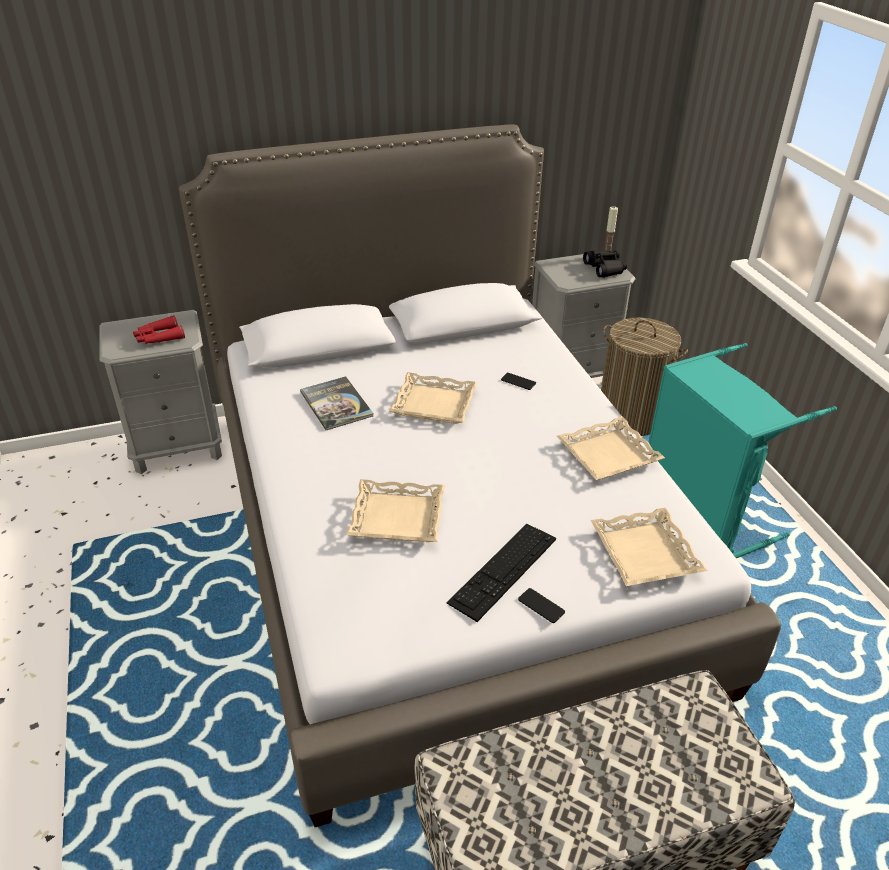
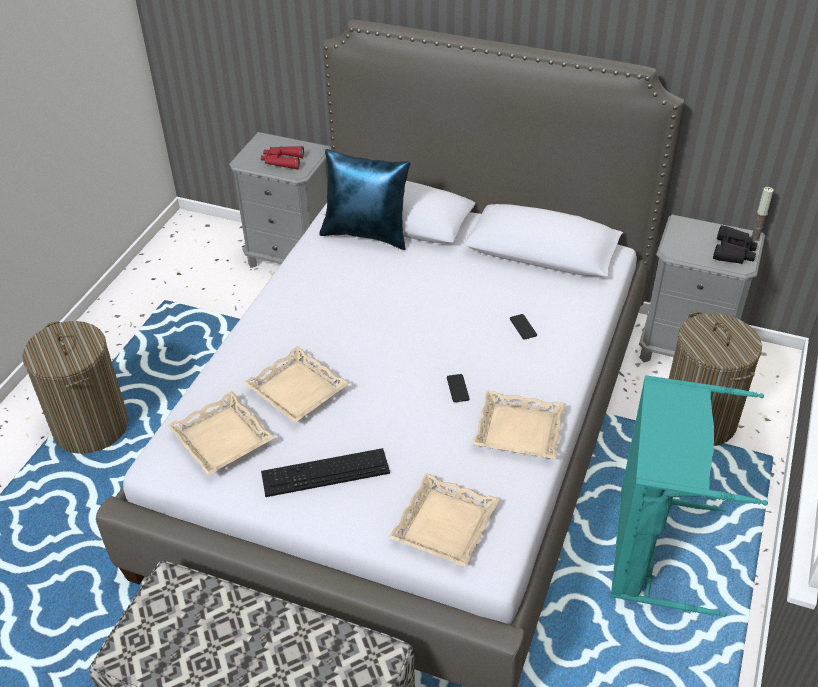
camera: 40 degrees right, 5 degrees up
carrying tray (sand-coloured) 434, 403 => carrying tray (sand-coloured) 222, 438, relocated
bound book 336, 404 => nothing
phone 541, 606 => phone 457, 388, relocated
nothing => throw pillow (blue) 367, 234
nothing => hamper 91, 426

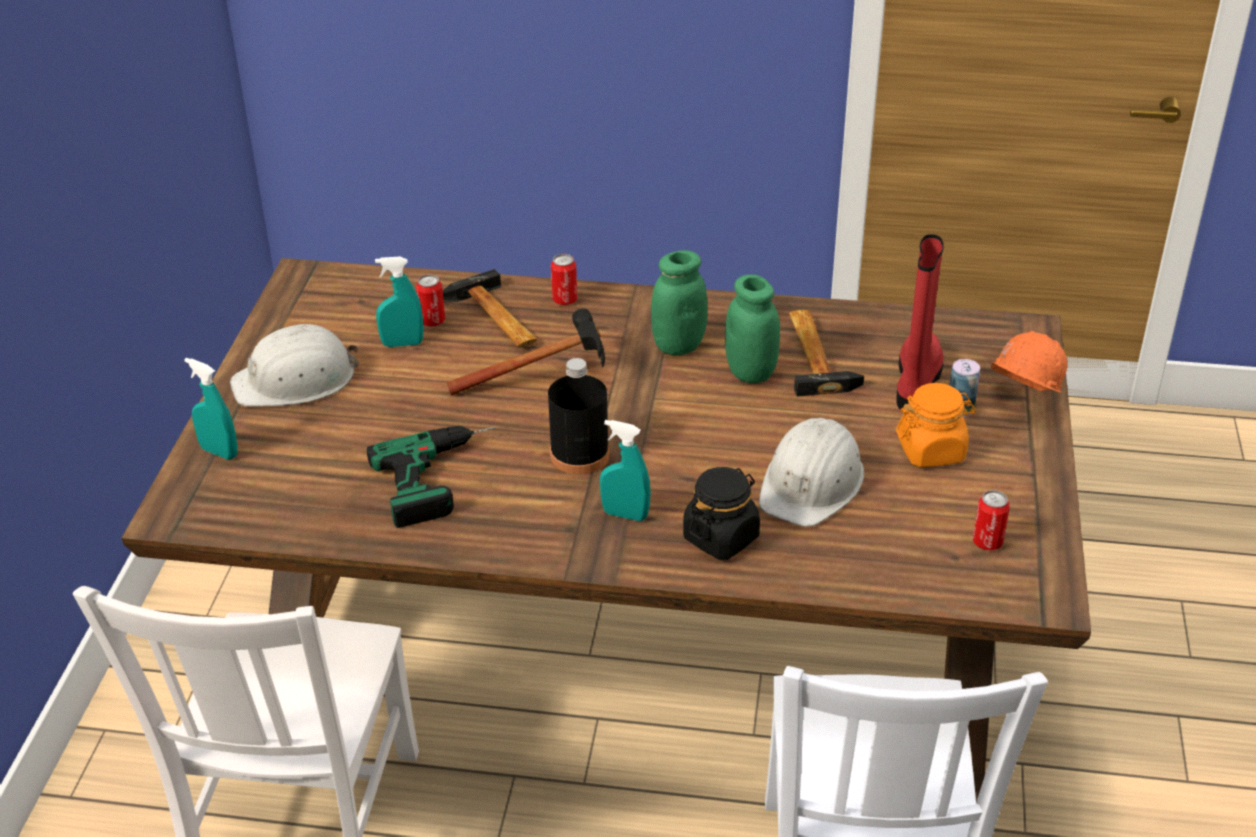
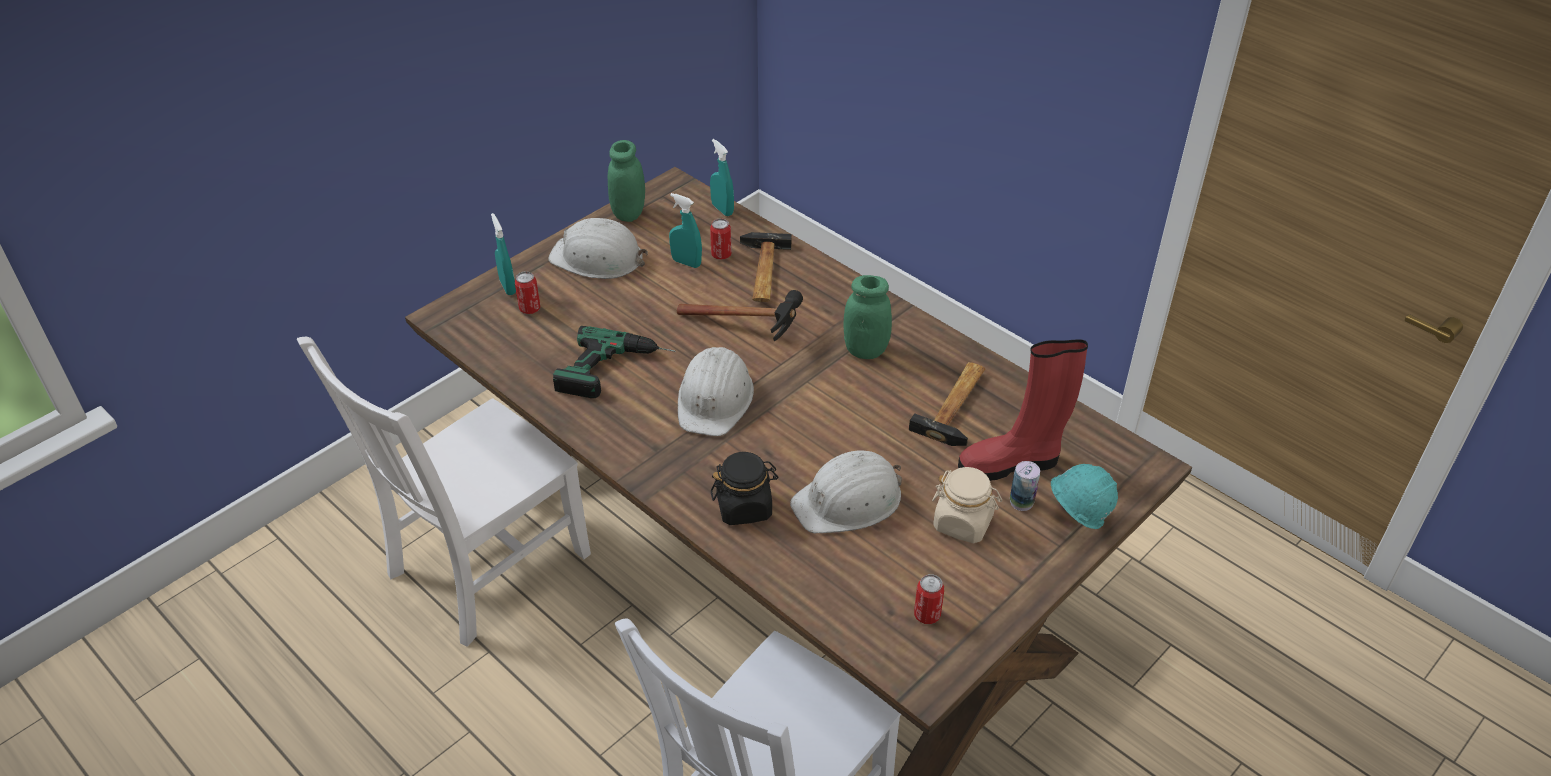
camera: 35 degrees right, 5 degrees up
tall boot (red) 916, 381 => tall boot (red) 1011, 463, 150 degrees counterclockwise
sealed can 564, 300 => sealed can 530, 309, relocated
jar (green-coloured) 750, 372 => jar (green-coloured) 628, 213, relocated
work helmet (orange) 1019, 403 => work helmet (blue-green) 1074, 521
beverage bottle (black) 579, 455 => work helmet (white) 715, 398
jar (orange) 931, 450 => jar (sand-coloured) 963, 523
sprayer (blue-green) 625, 514 => sprayer (blue-green) 722, 209, relocated

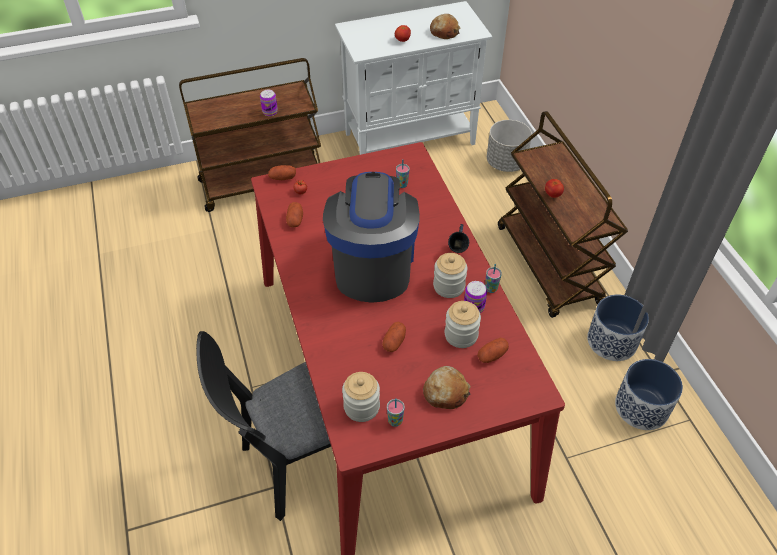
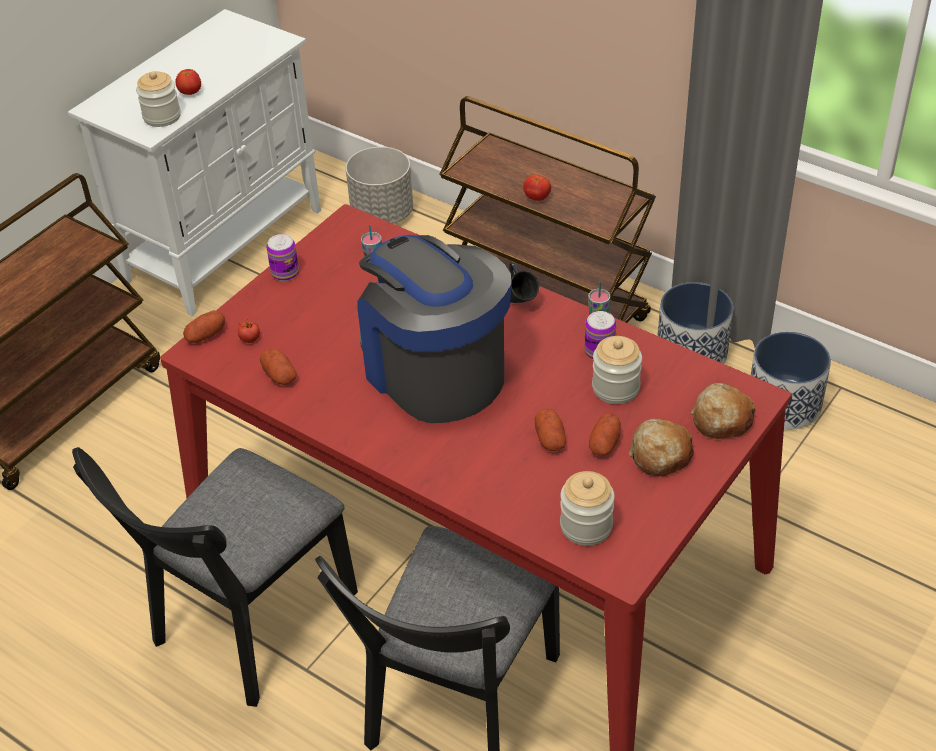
camera: 35 degrees left, 5 degrees down
baked bread 444, 32 => baked bread 721, 420, relocated
sealed can 270, 112 => sealed can 285, 273, relocated
jar 449, 286 => jar 162, 117, relocated
spud 492, 355 => spud 604, 444, relocated
small cup 395, 421 => nothing
nothing => plain chair (black) 245, 628

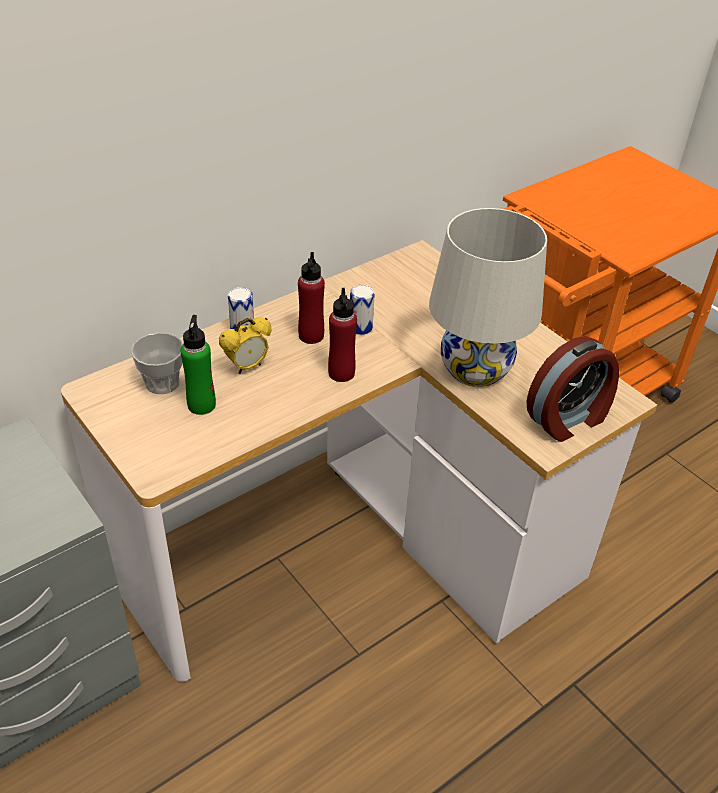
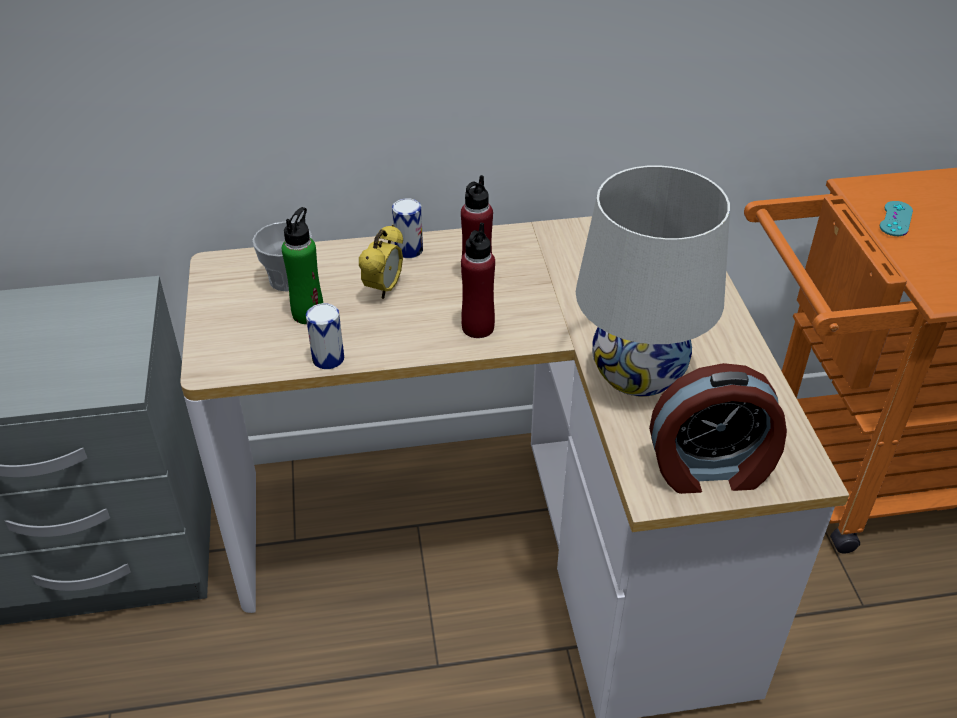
camera: 30 degrees right, 0 degrees up
sealed can 360, 327 => sealed can 328, 359, relocated
bedside clock 247, 367 => bedside clock 384, 289, 60 degrees counterclockwise
nothing => game controller (blue-green) 896, 219

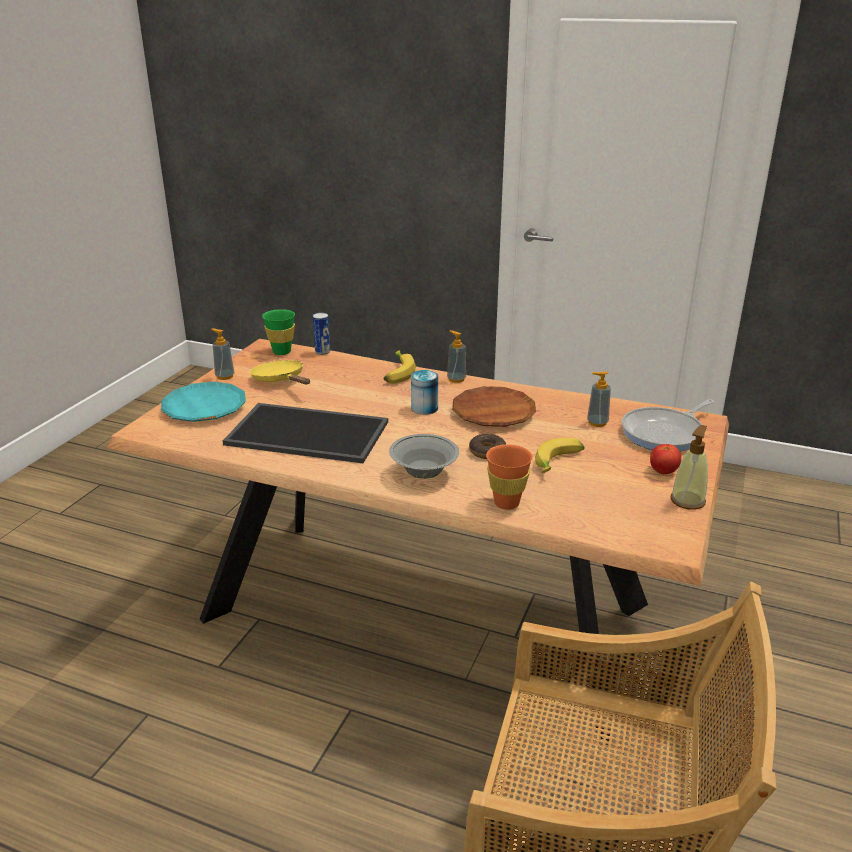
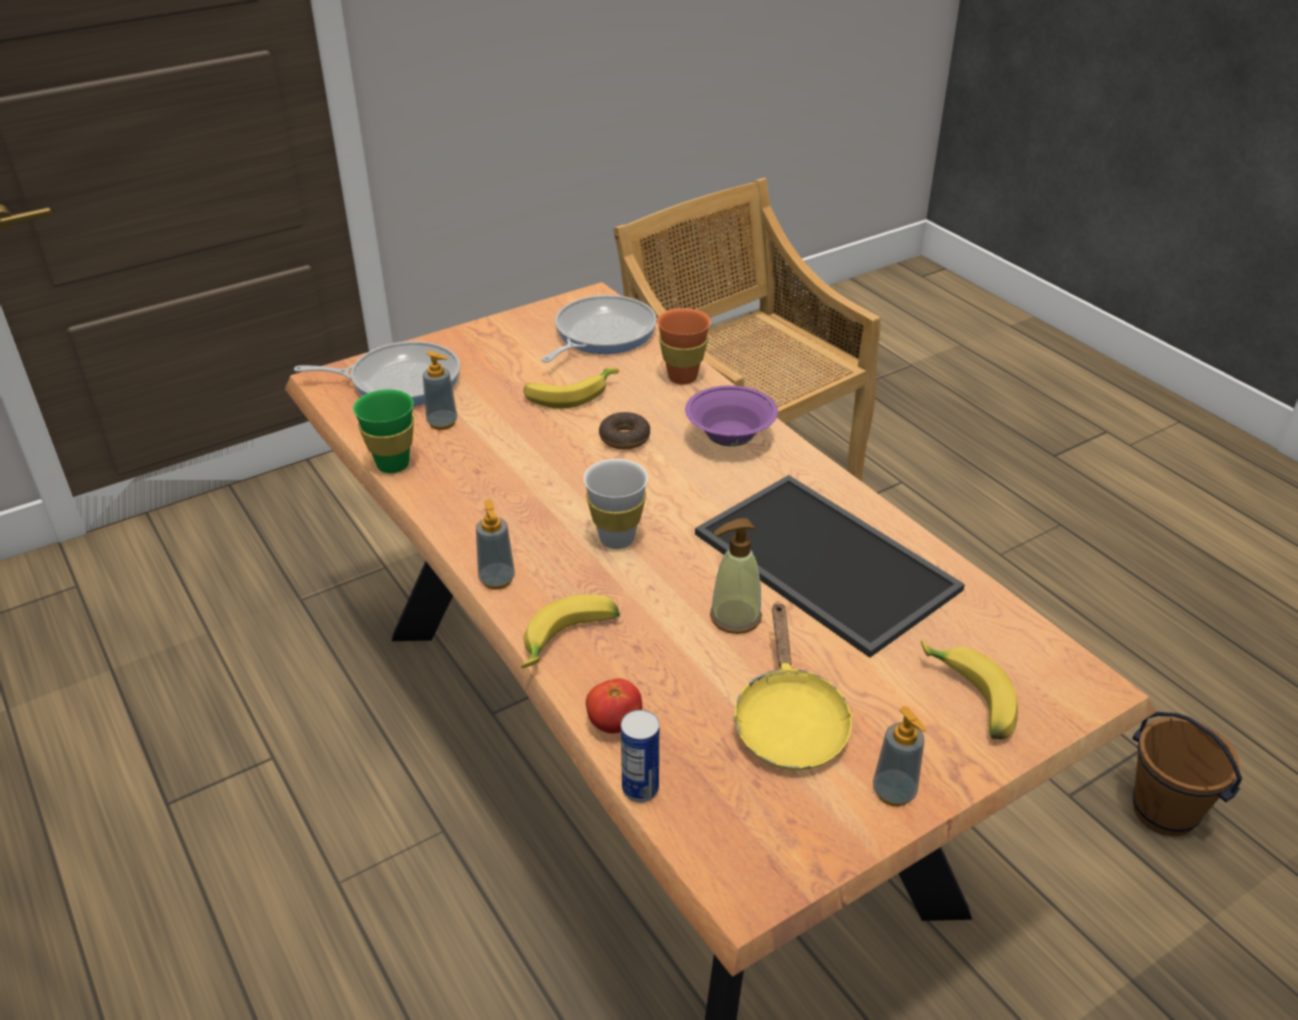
camera: 145 degrees left, 10 degrees up
small cup (green-coloured) 281, 352 => small cup (green-coloured) 393, 464, relocated
sealed can 424, 408 => small cup (white) 617, 539
flat dish (blue-green) 204, 407 => whole banana 967, 699
flat dish (brownish) 493, 412 => nothing
soap bottle 687, 500 => soap bottle 735, 617, relocated
bowl (greyish) 424, 474 => bowl (purplish) 730, 439
fresh tomato 663, 471 => fresh tomato 614, 723, relocated
nothing => frying pan 601, 334
nothing => water bucket (brownish) 1163, 812

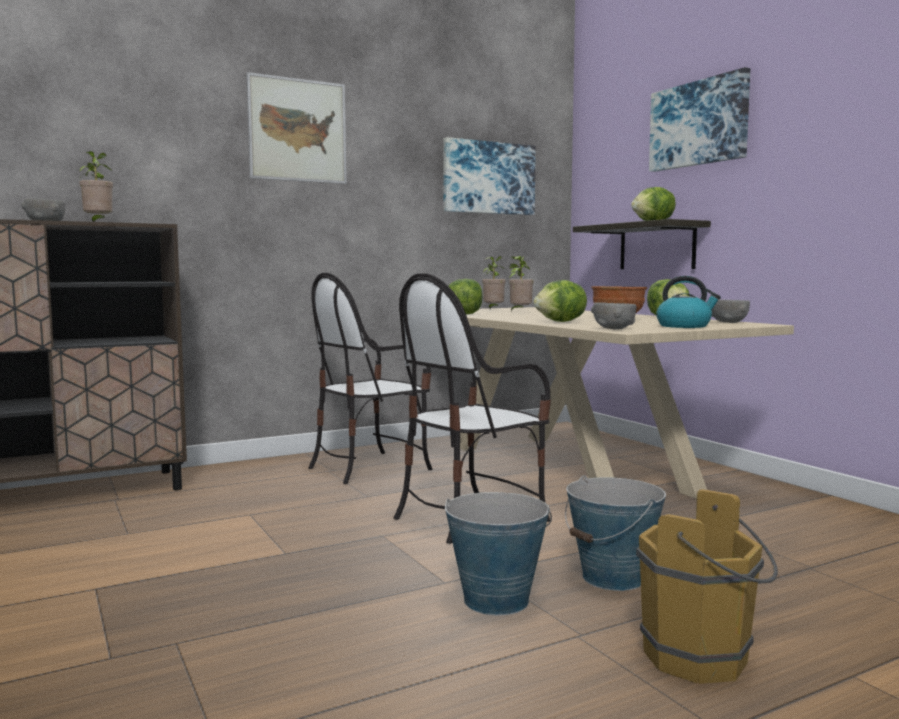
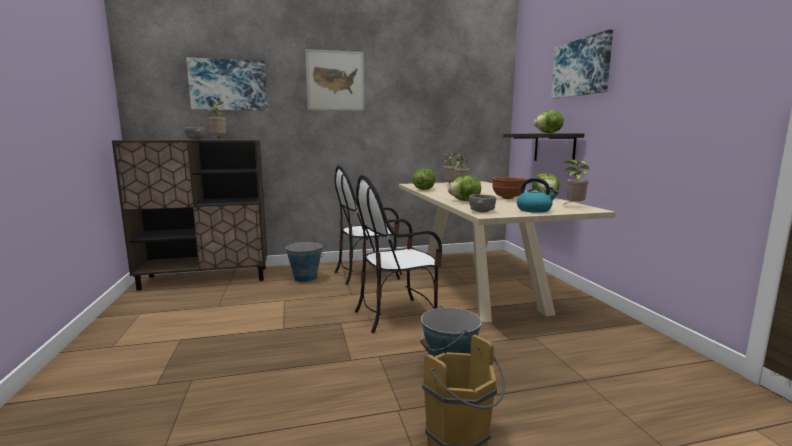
camera: 15 degrees right, 5 degrees up
wall art 488, 178 => wall art 228, 85, relocated
bowl (greyish) 728, 322 => potted plant 573, 206
water bucket 495, 600 => water bucket 305, 278, relocated

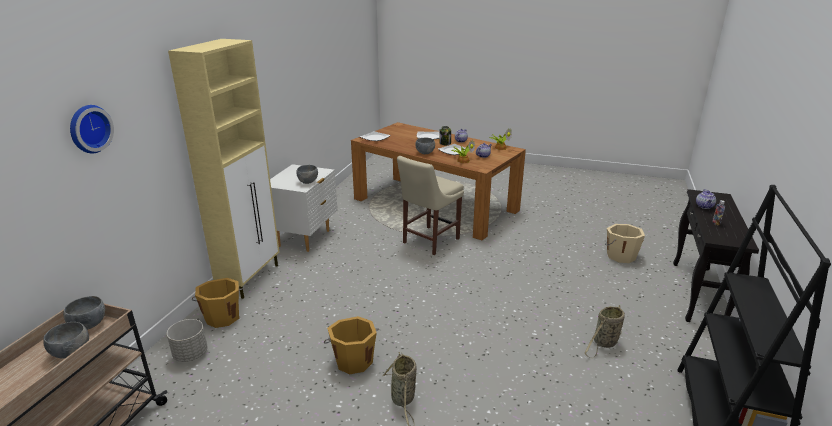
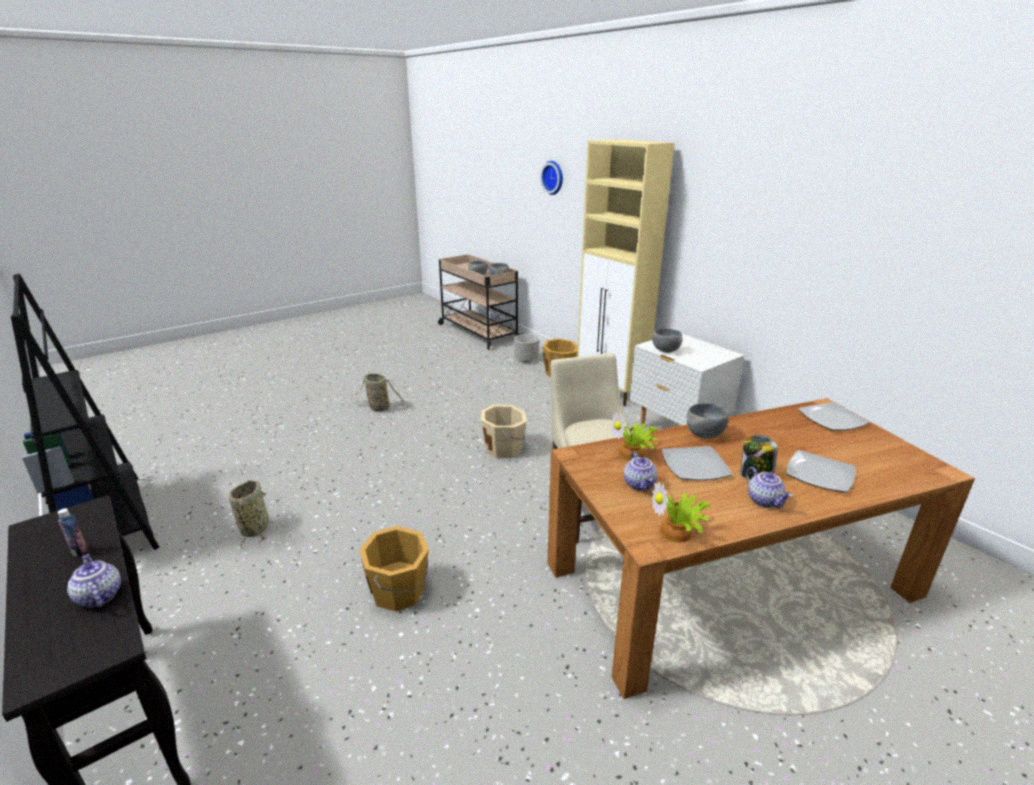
camera: 125 degrees right, 0 degrees up
water bucket (sand-coloured) 620, 256 => water bucket (sand-coloured) 504, 449, relocated
water bucket (orange) 354, 360 => water bucket (orange) 399, 591, relocated

